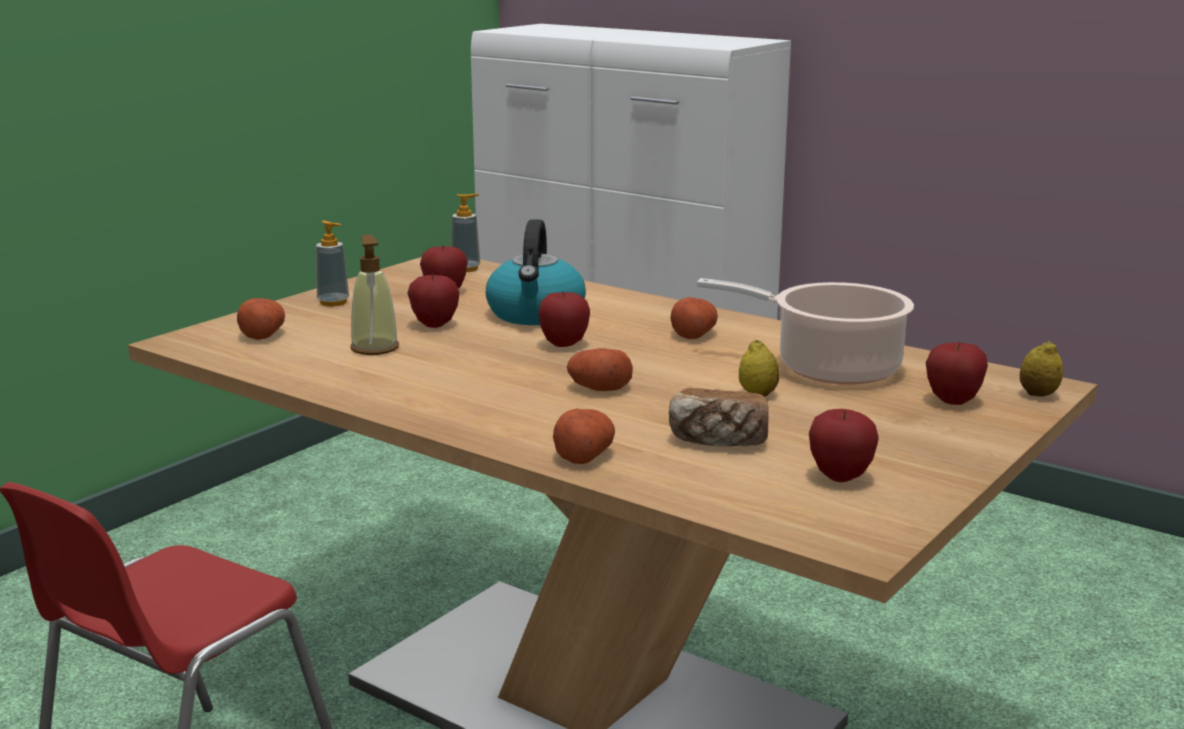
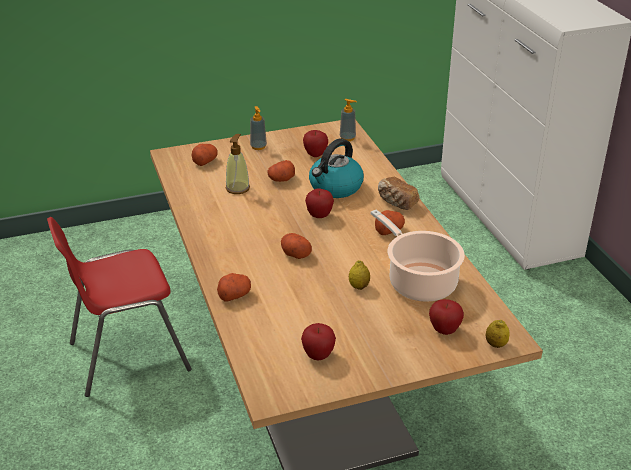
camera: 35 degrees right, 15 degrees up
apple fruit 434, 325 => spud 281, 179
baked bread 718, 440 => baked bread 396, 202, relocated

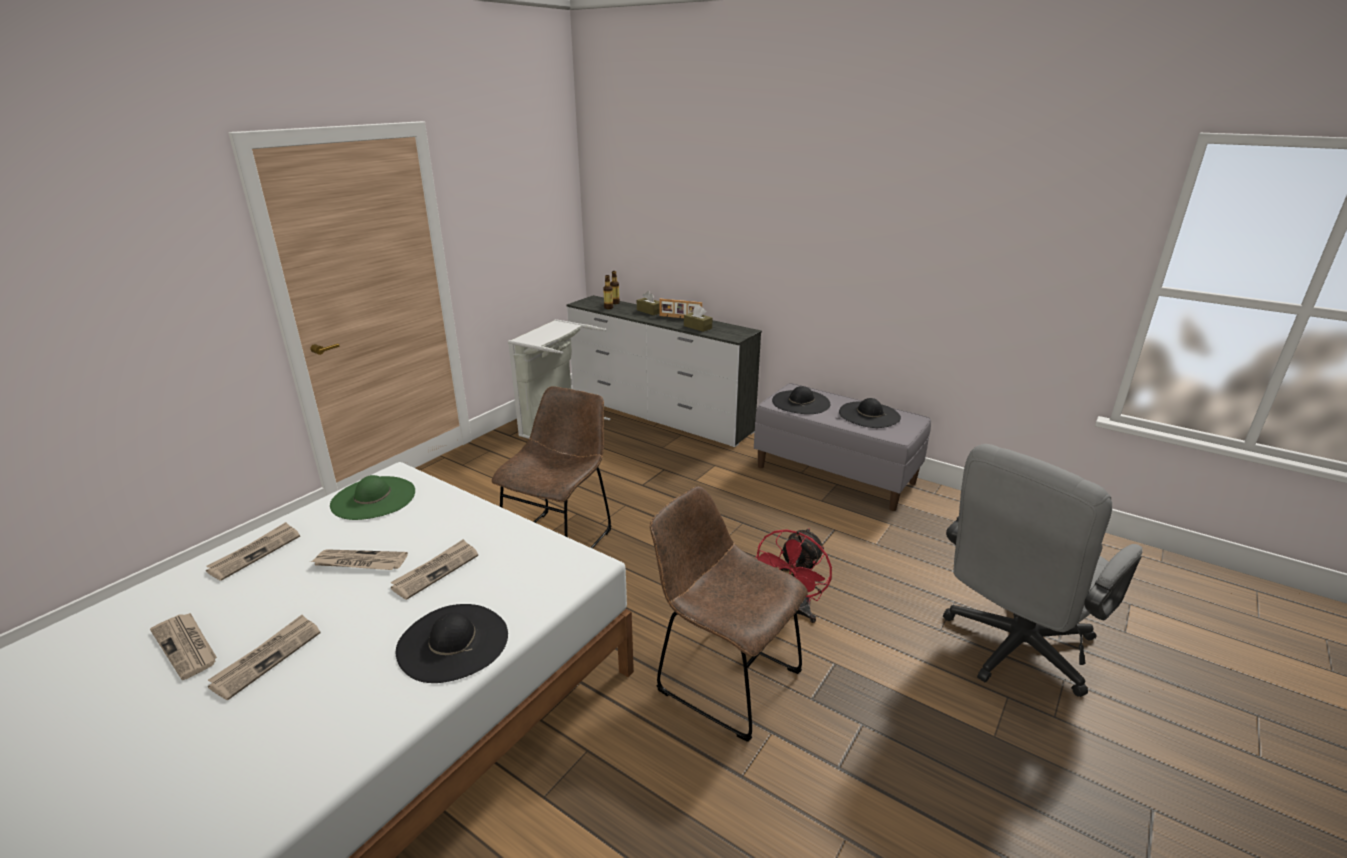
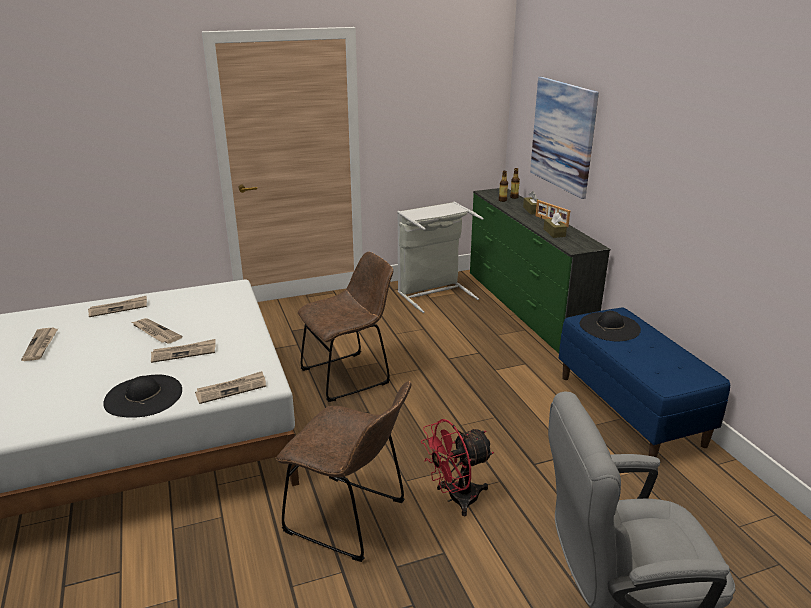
camera: 35 degrees right, 0 degrees up
chest of drawers (white) 659, 414 => chest of drawers (green-coloured) 525, 307
bench (greyish) 836, 474 => bench (blue) 630, 410
clothing hat (black) 869, 415 => nothing
clothing hat (green-coloured) 373, 498 => nothing
plain chair (brownish) 722, 678 => plain chair (brownish) 351, 519, 135 degrees clockwise
printed paper 267, 658 => printed paper 231, 389, relocated
nothing => wall art 563, 135

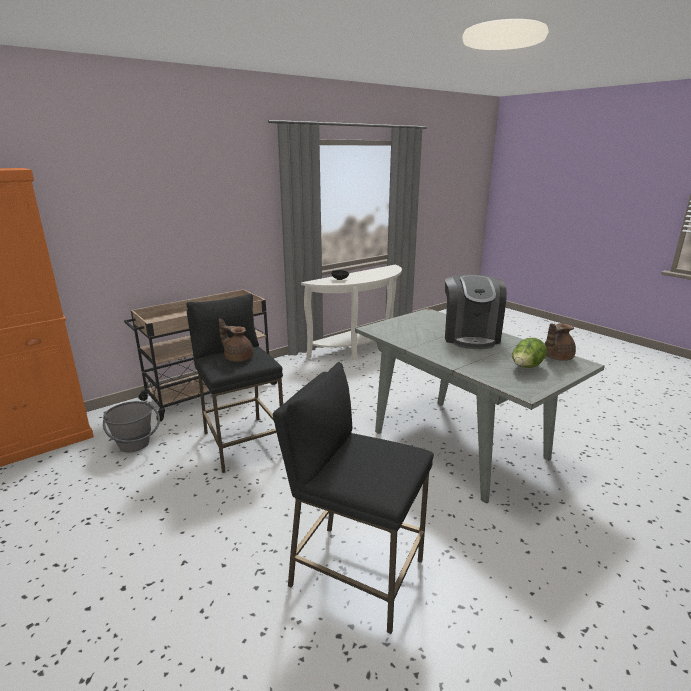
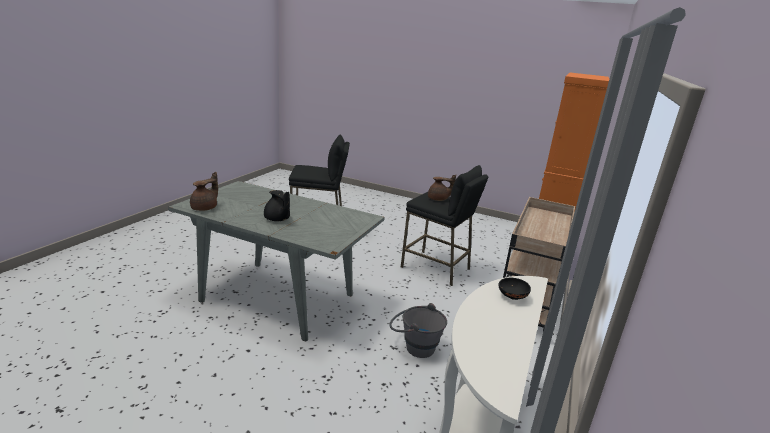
camera: 150 degrees right, 0 degrees up
coffee brewer 470, 336 => pot for tea (black) 277, 219
lettuce 526, 368 => nothing
water bucket (greyish) 136, 447 => water bucket (greyish) 414, 346, relocated

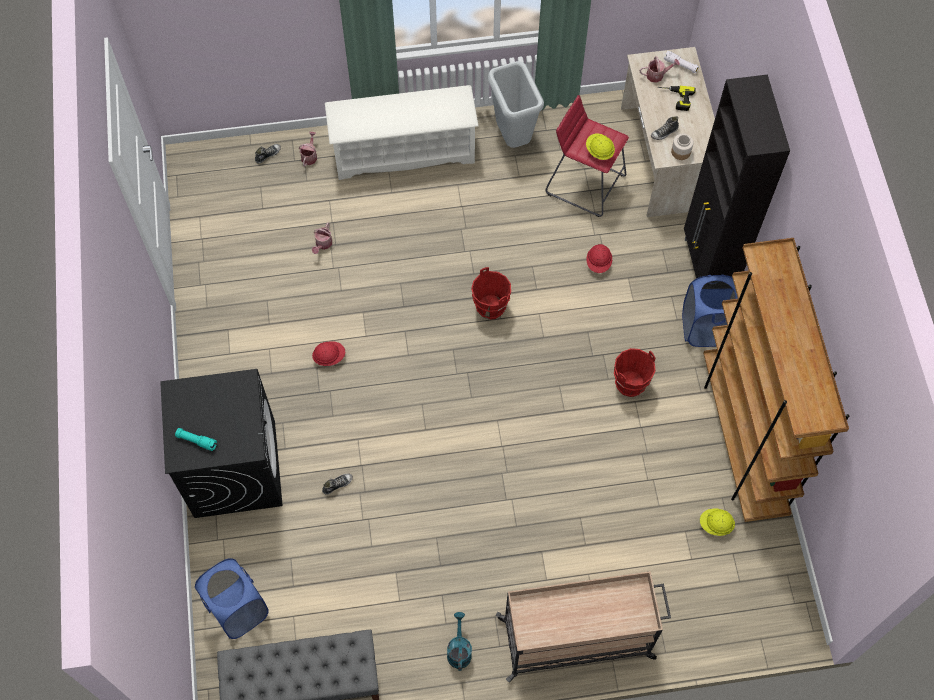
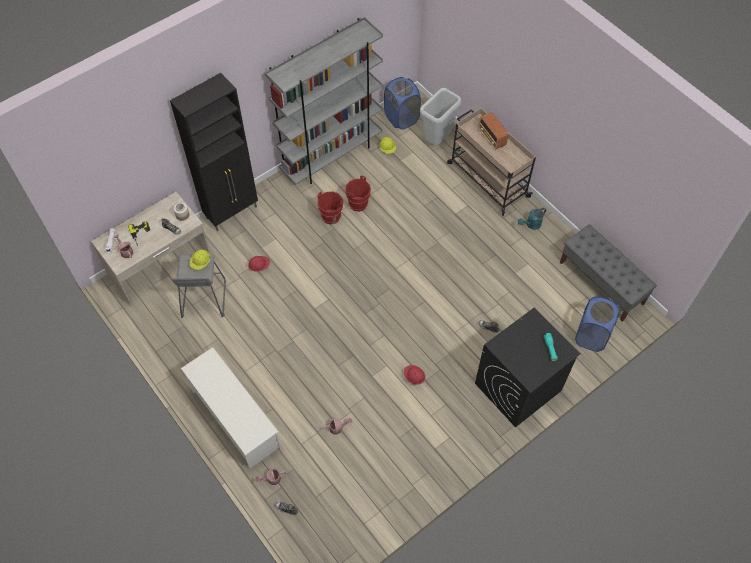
camera: 120 degrees left, 5 degrees down
rubbish bin (greyish) 512, 137 => rubbish bin (greyish) 437, 140, relocated
stool seat (red) 585, 184 => stool seat (greyish) 204, 299
bookshelf (brownish) 742, 439 => bookshelf (greyish) 331, 156
water bucket (red) 490, 308 => water bucket (red) 358, 204, relocated
hamper (blue) 705, 328 => hamper (blue) 401, 118, relocated
nothing => radio set 492, 138

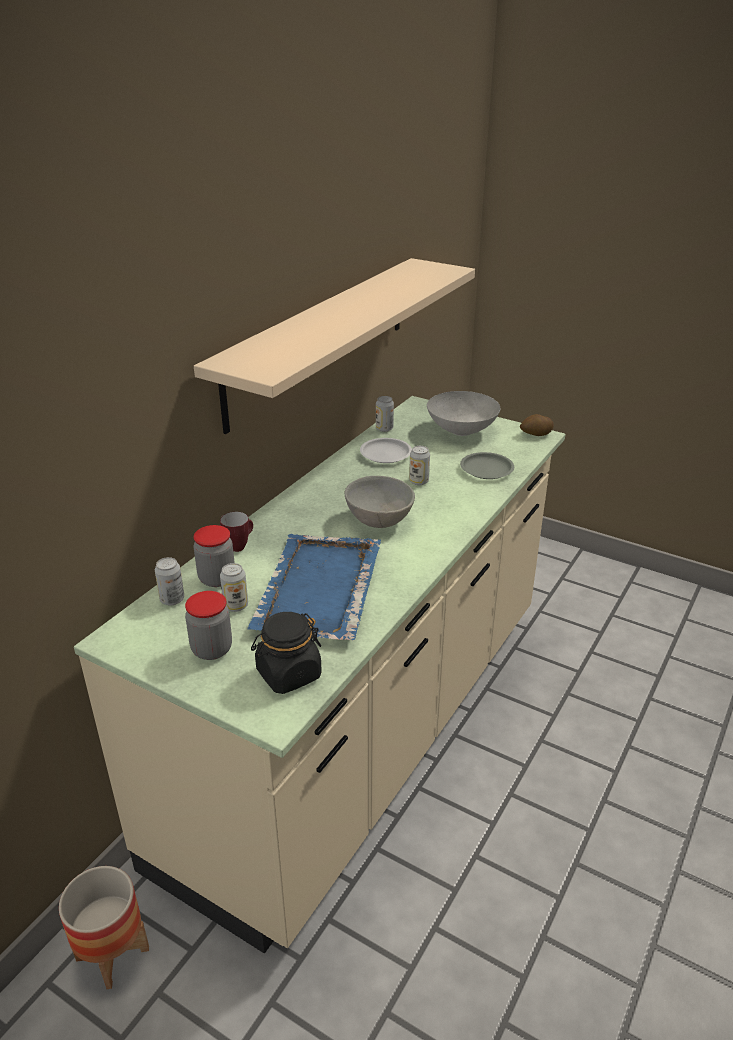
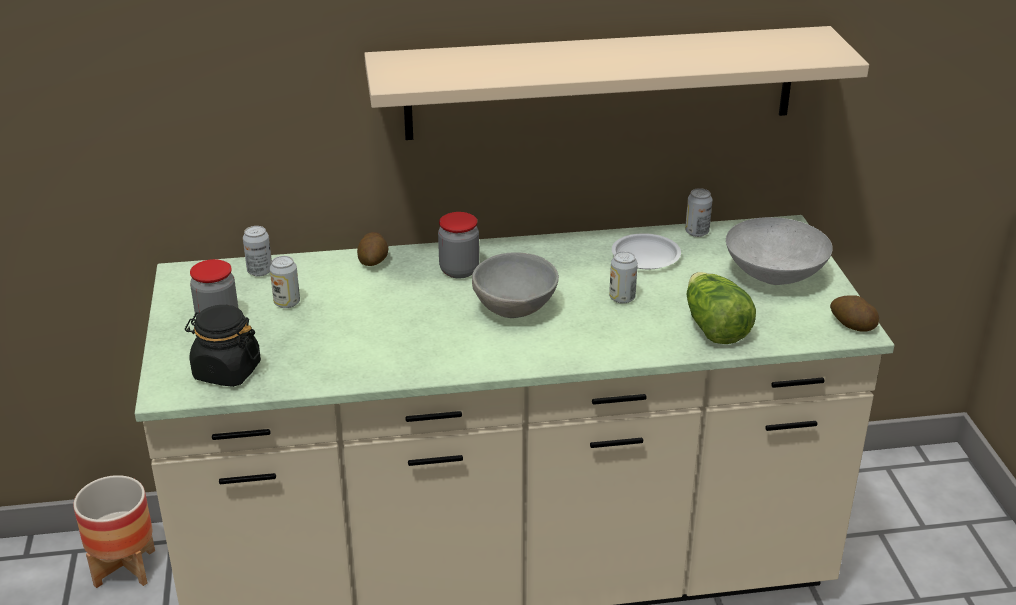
camera: 50 degrees right, 0 degrees up
flat dish (greyish) 487, 469 => lettuce 714, 327
mug 240, 546 => spud 373, 261
jar 217, 578 => jar 459, 270, relocated
carrying tray (blue) 318, 590 => nothing

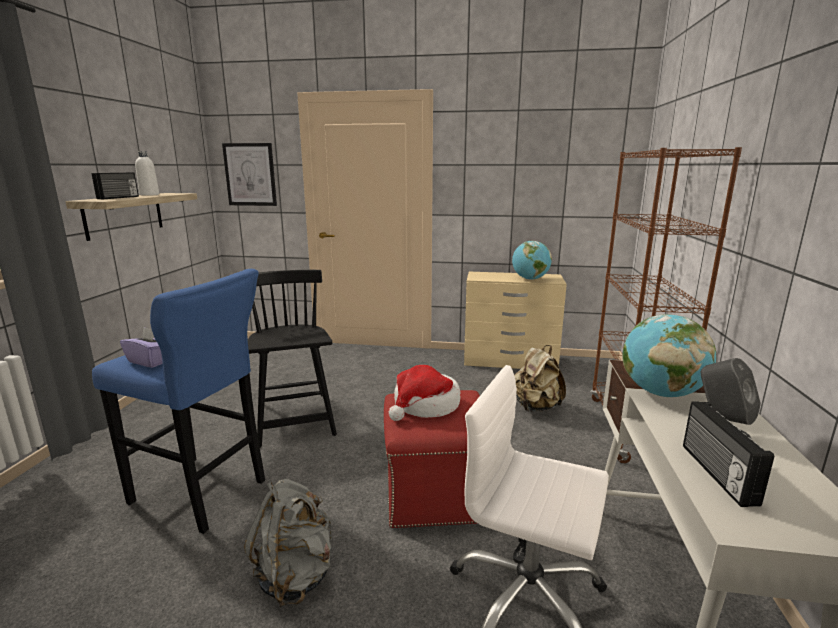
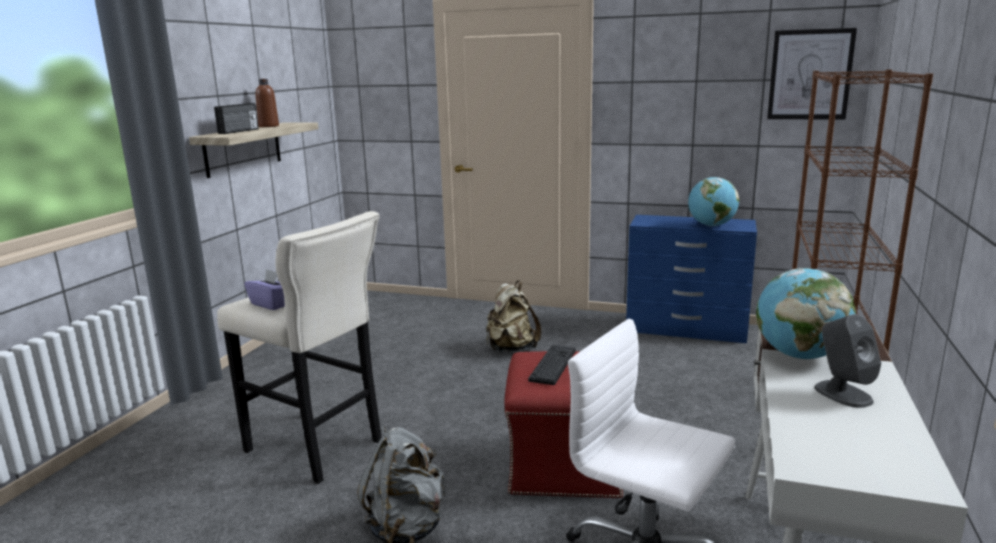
camera: 10 degrees right, 0 degrees up
wall art 250, 174 => wall art 810, 75, relocated
beverage bottle (white) 149, 195 => beverage bottle (brownish) 268, 126
stool seat (blue) 203, 494 => stool seat (sand-coloured) 318, 448
plain chair (black) 295, 420 => nothing
chest of drawers (sand-coloured) 510, 361 => chest of drawers (blue) 687, 329
rucksack (sand-coloured) 536, 407 => rucksack (sand-coloured) 511, 348, relocated
clothing hat 425, 406 => computer keyboard 553, 365
radio set 716, 473 => nothing

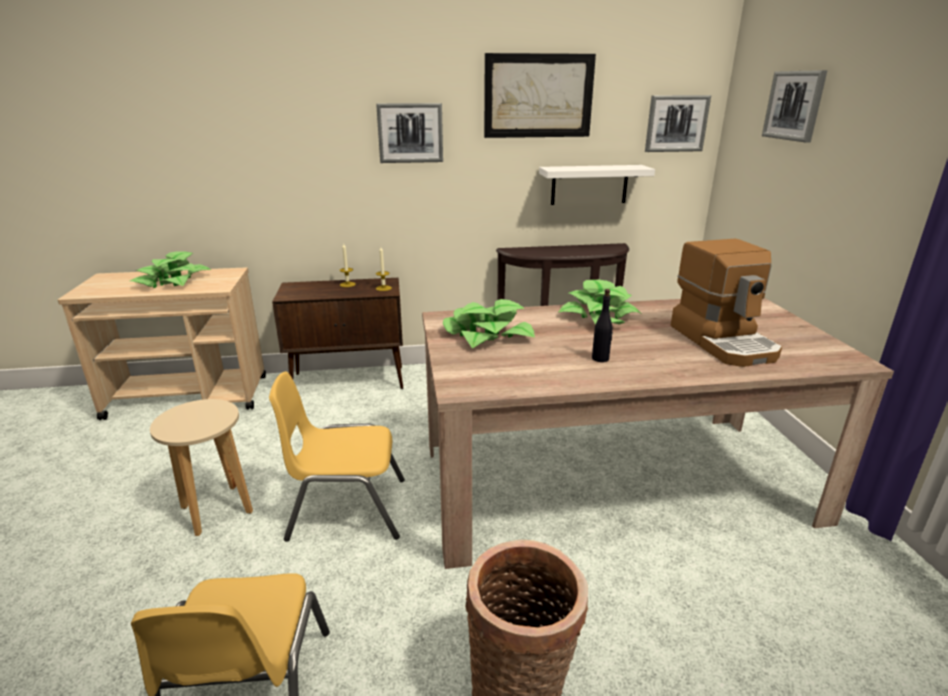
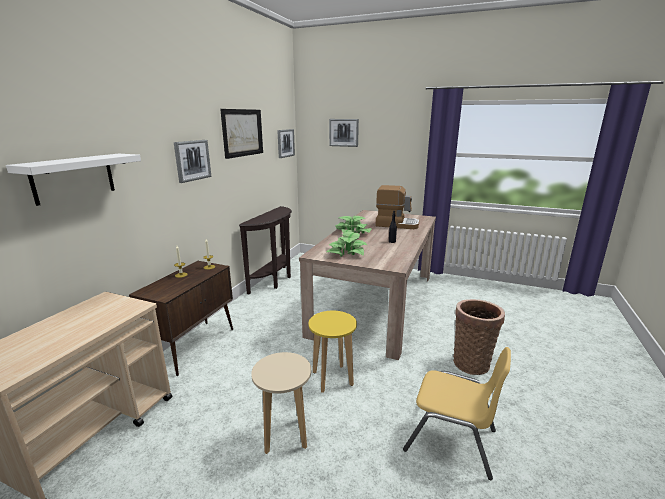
camera: 60 degrees left, 5 degrees down
bracket shelf (white) 589, 185 => bracket shelf (white) 74, 178, relocated
potted plant 172, 282 => nothing
plain chair (yellow) 347, 509 => stool seat (yellow) 332, 379

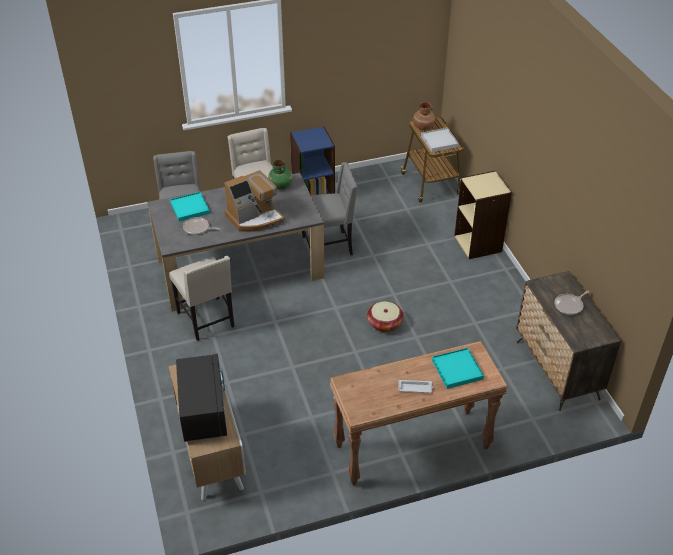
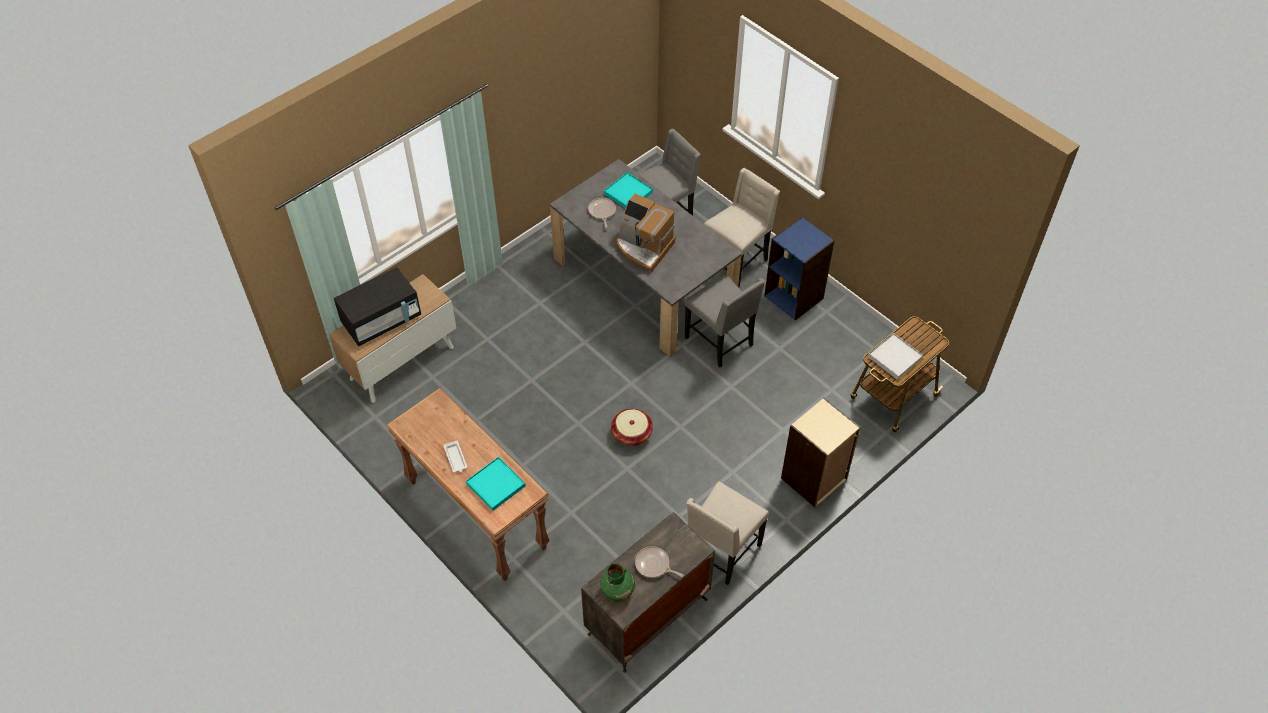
camera: 65 degrees right, 10 degrees up
decorative vase (brownish) 423, 126 => nothing
decorative vase (green-coloured) 281, 185 => decorative vase (green-coloured) 618, 590, relocated
plain chair (sand-coloured) 207, 320 => plain chair (sand-coloured) 722, 552, relocated

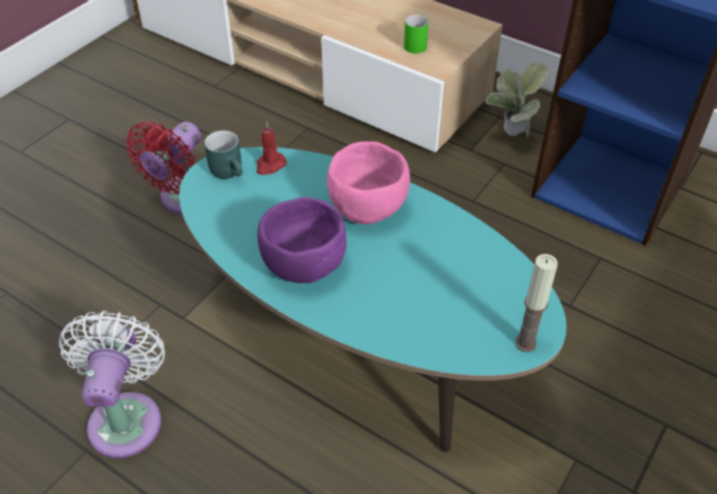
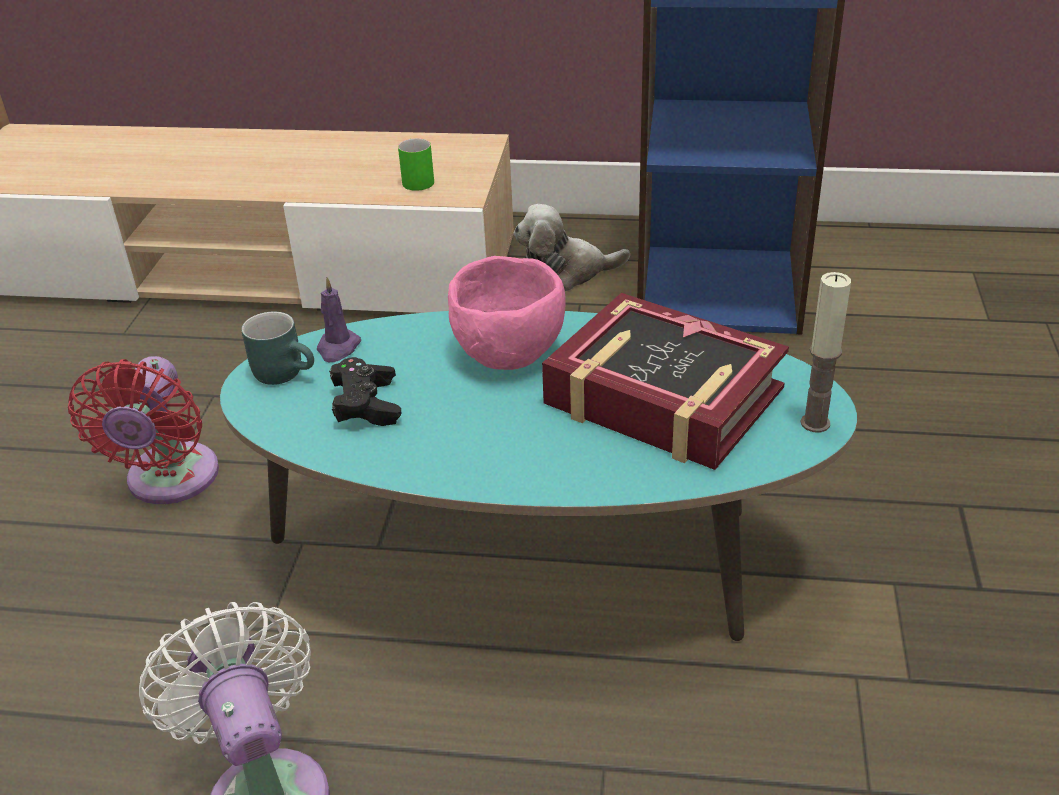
camera: 25 degrees left, 10 degrees down
potted plant 509, 136 => cuddly toy 565, 273
wax light (red) 270, 165 => wax light (purplish) 338, 348
bowl (purplish) 304, 267 => nothing
nothing => bound book 662, 398
nothing => game controller (black) 366, 405

